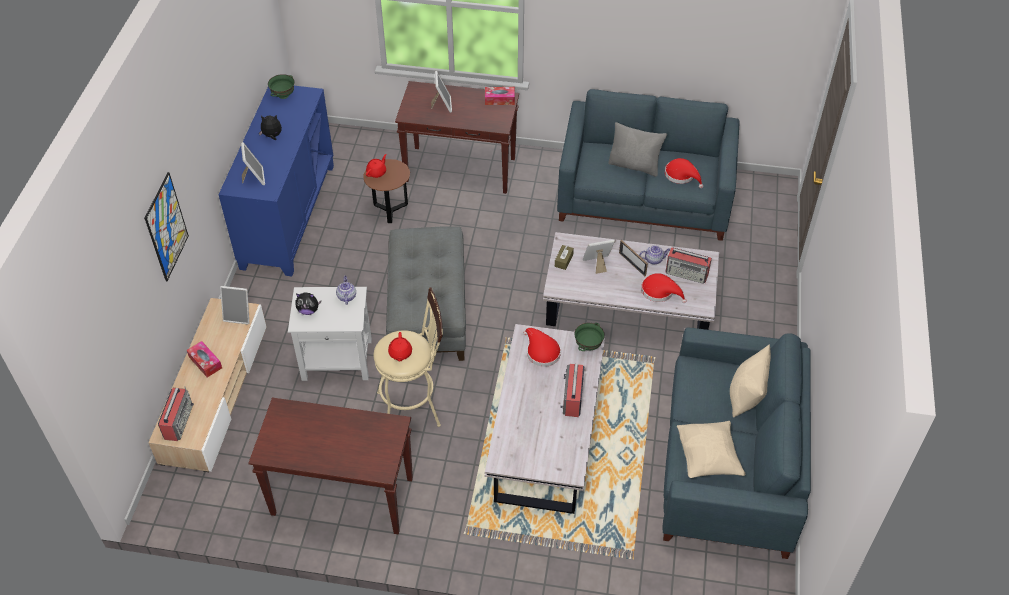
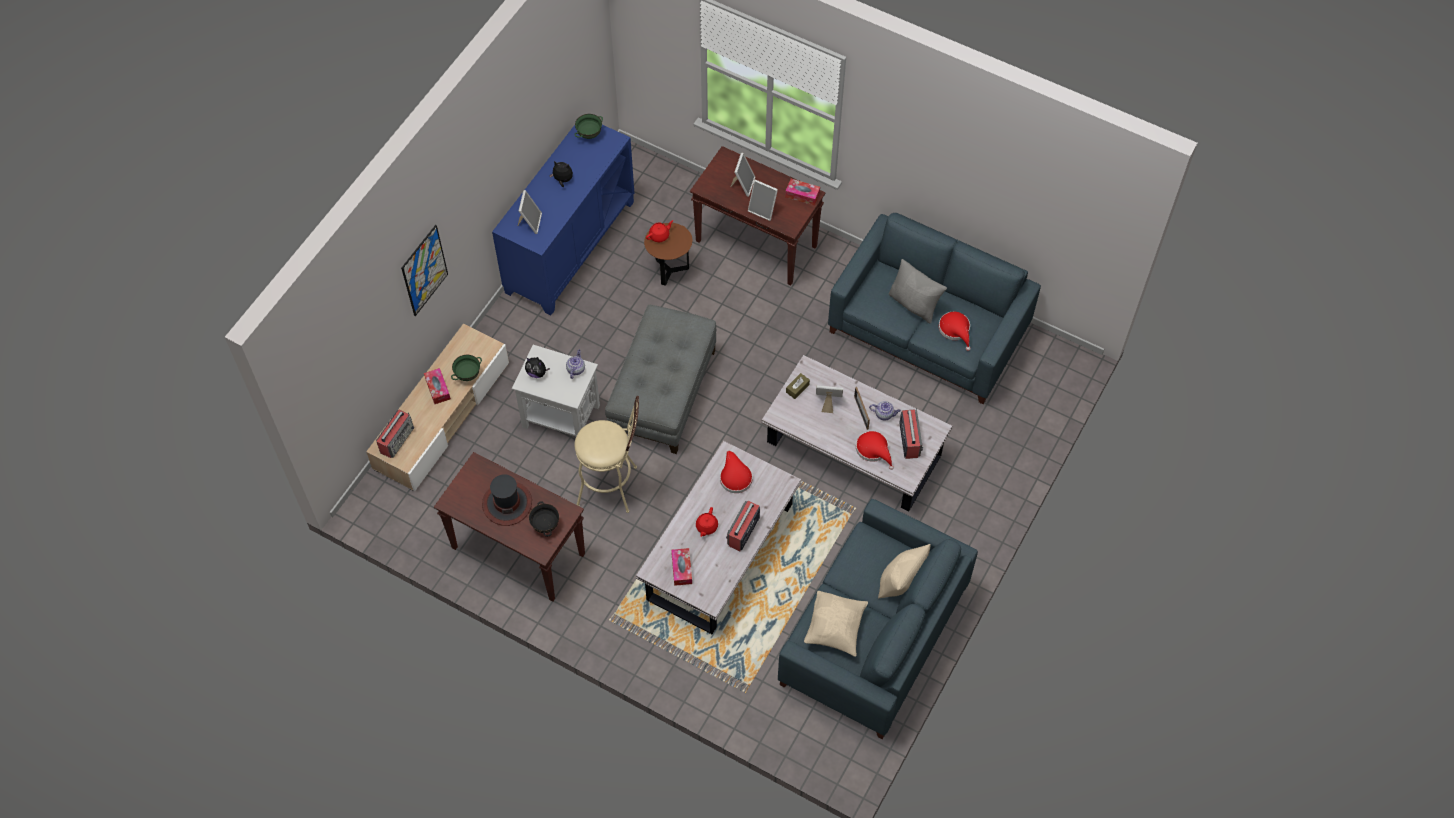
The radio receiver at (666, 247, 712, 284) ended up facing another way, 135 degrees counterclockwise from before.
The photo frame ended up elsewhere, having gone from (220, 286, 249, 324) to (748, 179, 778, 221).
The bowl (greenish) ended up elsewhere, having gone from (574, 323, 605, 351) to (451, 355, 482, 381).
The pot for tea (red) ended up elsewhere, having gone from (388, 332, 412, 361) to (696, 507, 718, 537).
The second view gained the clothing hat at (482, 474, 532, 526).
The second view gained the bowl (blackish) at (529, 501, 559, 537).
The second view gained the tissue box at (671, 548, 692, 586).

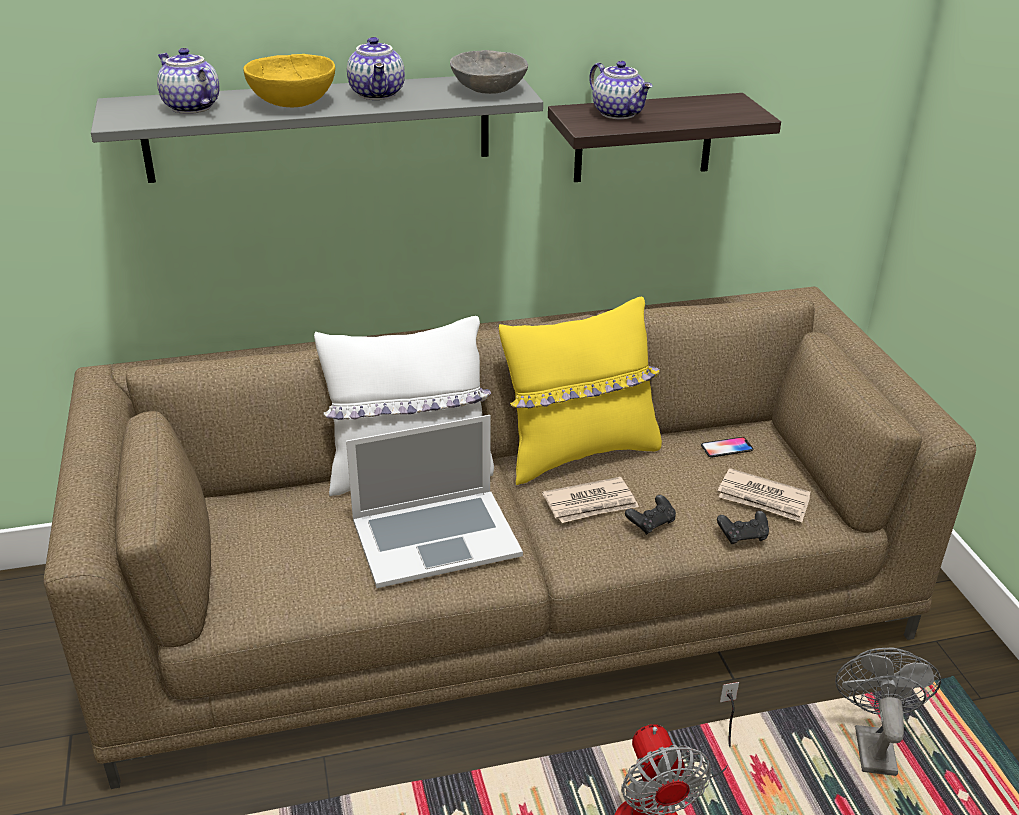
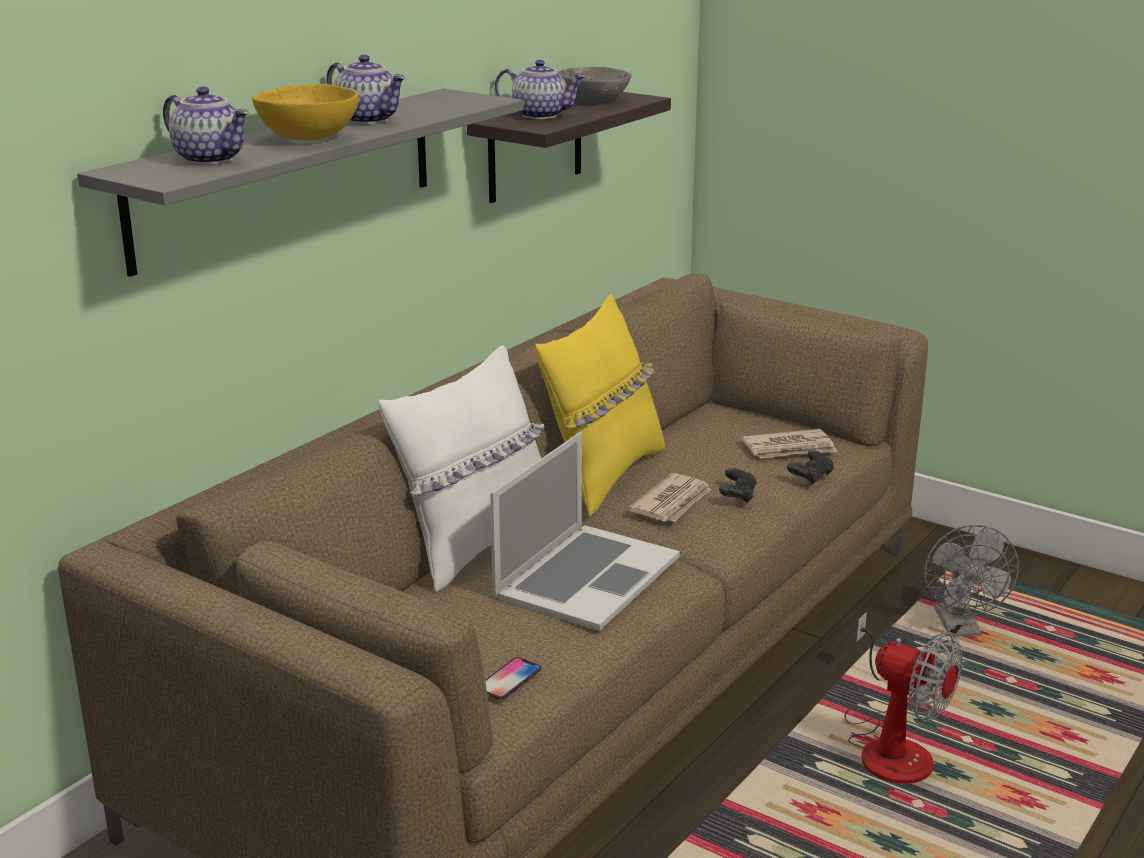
The pot for tea at (157, 48, 219, 114) ended up facing another way, 150 degrees counterclockwise from before.
The bowl (greyish) ended up elsewhere, having gone from (450, 50, 528, 94) to (558, 67, 632, 102).
The telephone ended up elsewhere, having gone from (701, 437, 753, 457) to (485, 657, 542, 700).
The fan (greyish) at (835, 647, 941, 776) ended up facing another way, 150 degrees counterclockwise from before.

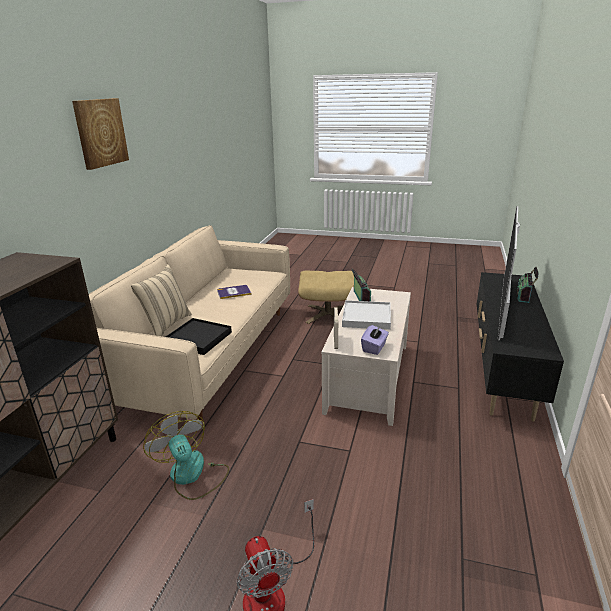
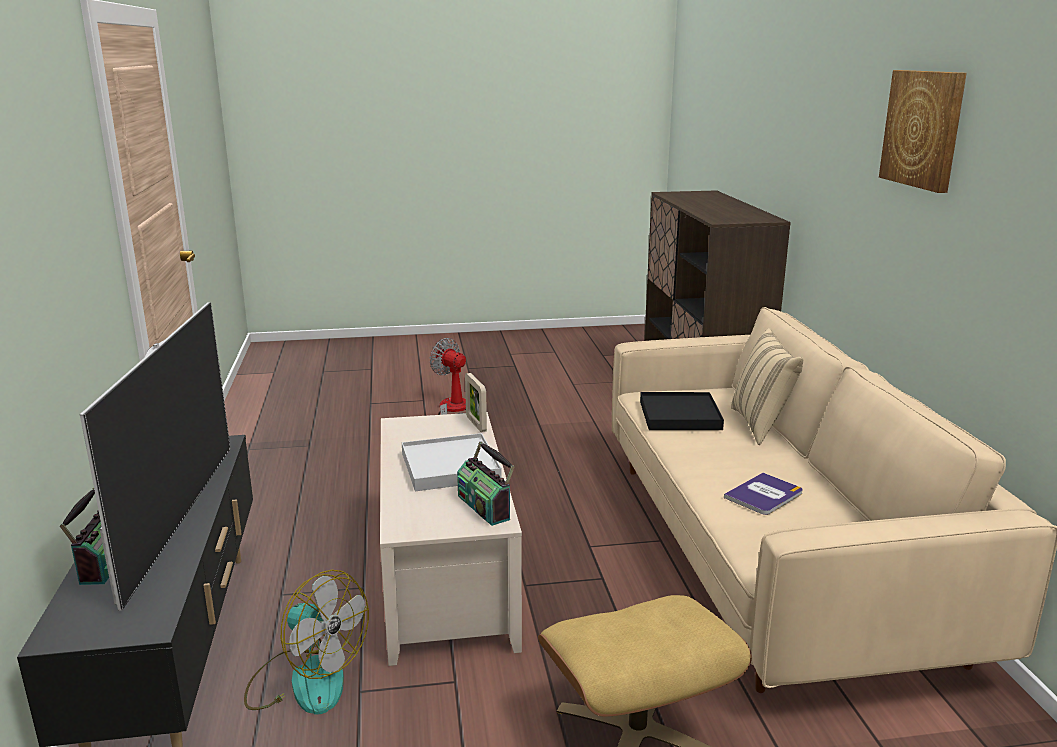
The second view lost the tissue box (purple) at (361, 324, 389, 355).
The fan ended up elsewhere, having gone from (143, 411, 229, 500) to (244, 570, 369, 714).

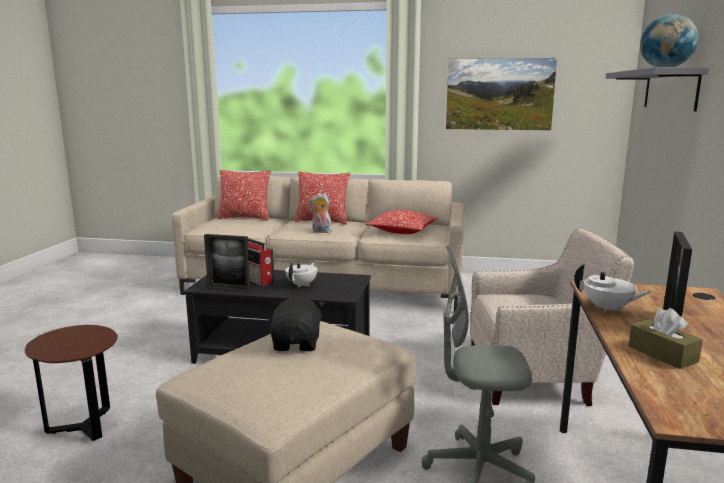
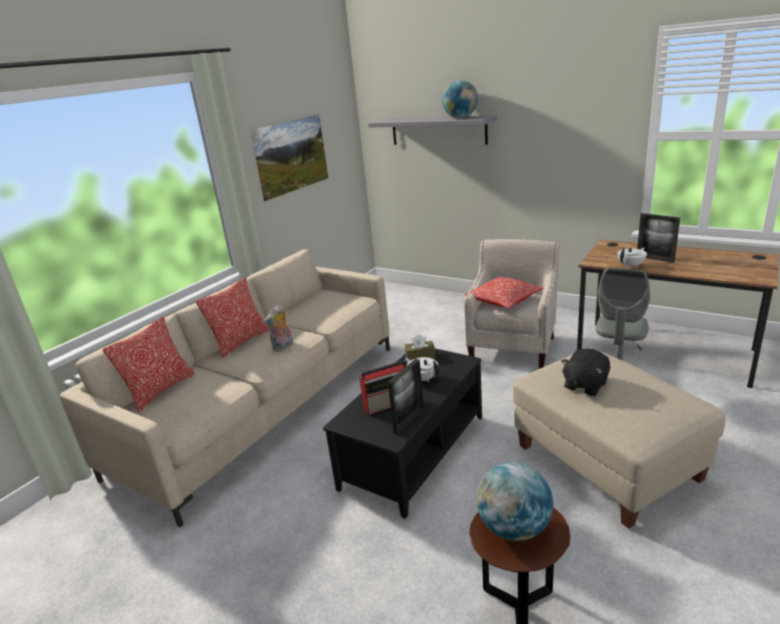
The cushion ended up elsewhere, having gone from (365, 210, 438, 234) to (465, 276, 543, 308).
The cuddly toy (blackish) at (269, 297, 324, 351) ended up facing another way, 75 degrees counterclockwise from before.
The tissue box (brownish) ended up elsewhere, having gone from (629, 308, 703, 369) to (405, 335, 435, 361).
The second view gained the world globe at (477, 462, 553, 541).

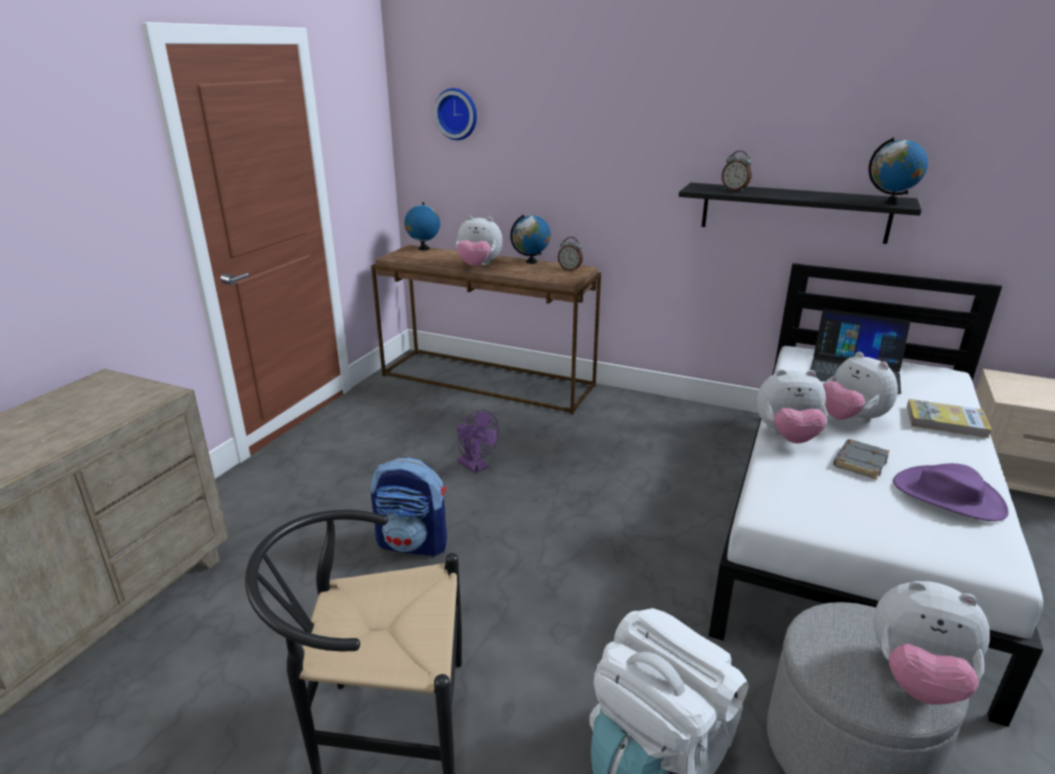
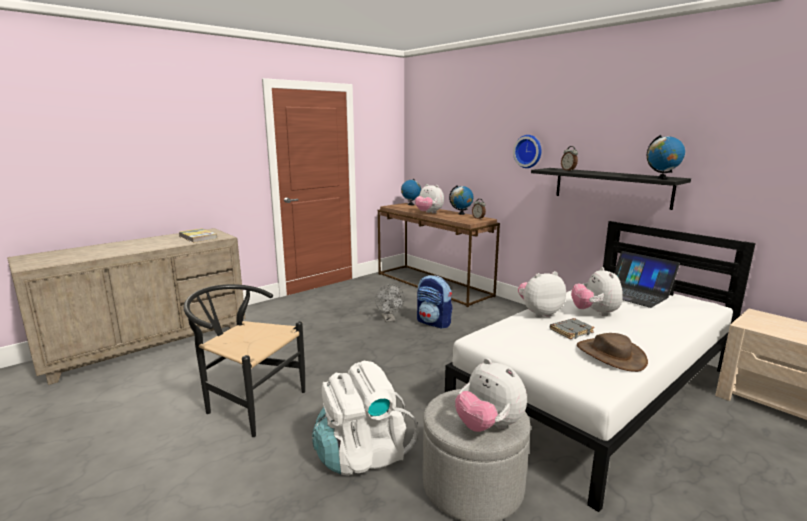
The clock on the wall ended up elsewhere, having gone from (434, 88, 477, 140) to (513, 135, 542, 168).
The cuddly toy at (756, 369, 828, 443) ended up facing another way, 135 degrees clockwise from before.
The volume ended up elsewhere, having gone from (907, 399, 992, 438) to (179, 228, 217, 243).
What was the fan (purple) at (456, 410, 499, 474) turned into the fan (greyish) at (375, 284, 405, 322).
The backpack ended up elsewhere, having gone from (371, 457, 447, 557) to (417, 275, 453, 328).
What was the clothing hat (purple) at (893, 463, 1009, 521) turned into the clothing hat (brownish) at (577, 333, 648, 372).

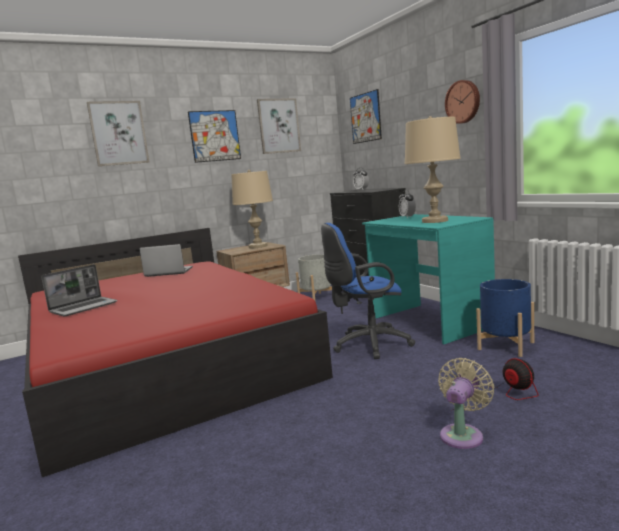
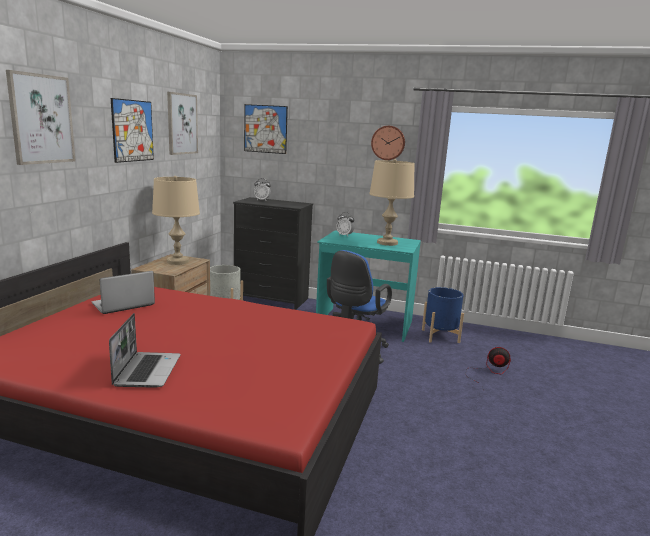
The second view lost the fan (beige-coloured) at (438, 358, 494, 449).

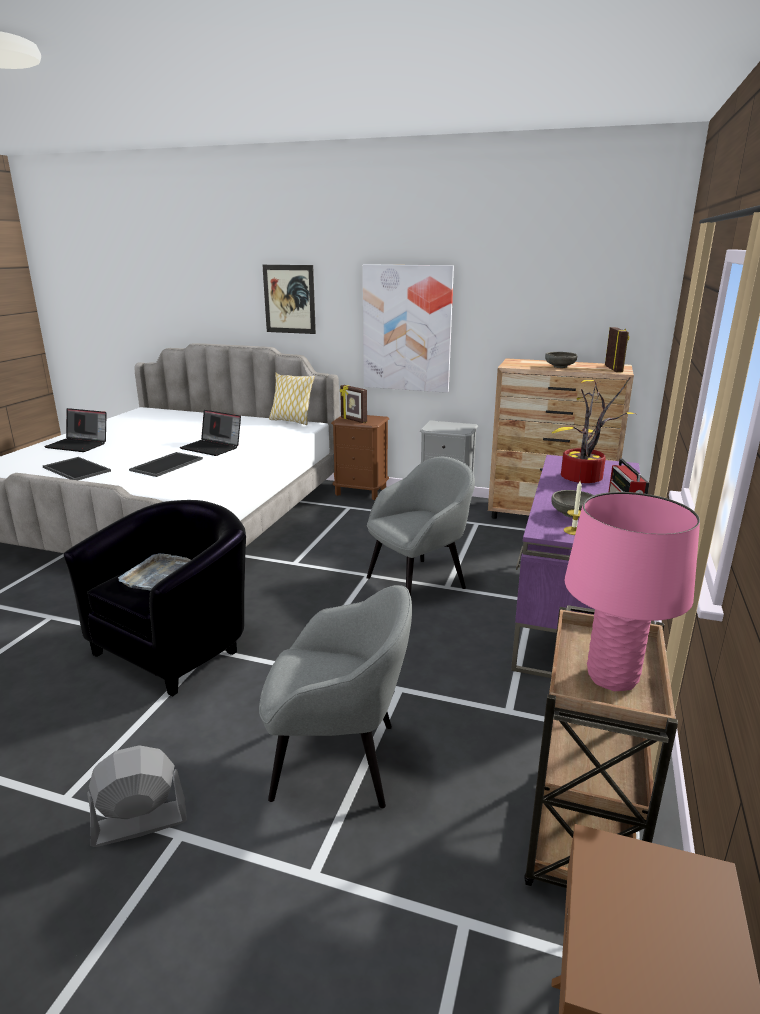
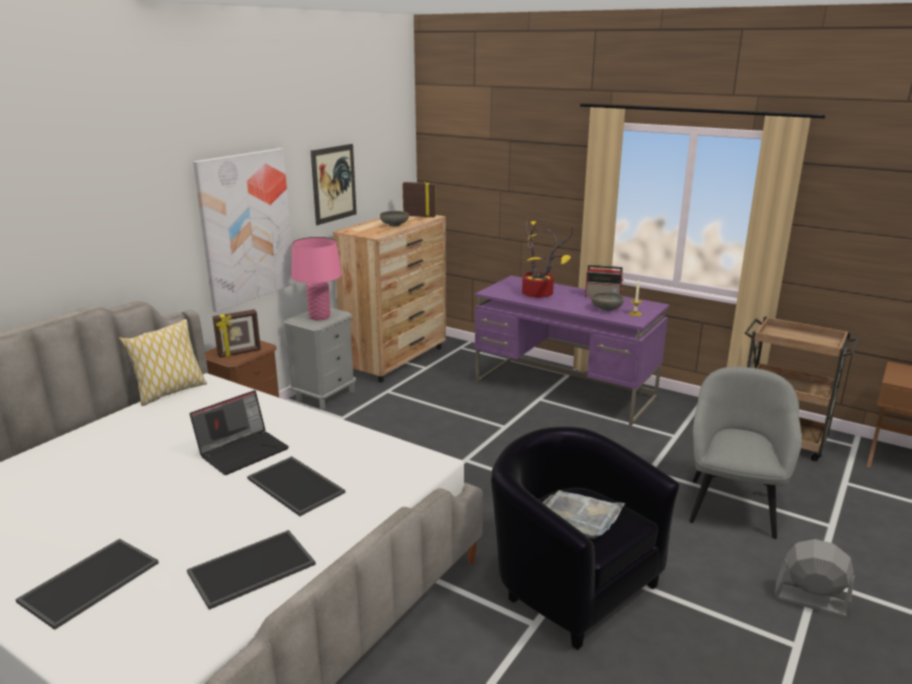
The wall art ended up elsewhere, having gone from (262, 265, 316, 334) to (311, 144, 357, 225).
Where the notebook computer stood at (44, 408, 107, 452), the serving tray came to stand at (15, 539, 159, 630).
The second view lost the easy chair (greyish) at (367, 456, 475, 596).
The lamp for a table (pink) ended up elsewhere, having gone from (564, 492, 700, 691) to (291, 237, 342, 320).
The fan (greyish) at (87, 745, 187, 847) ended up facing another way, 120 degrees clockwise from before.

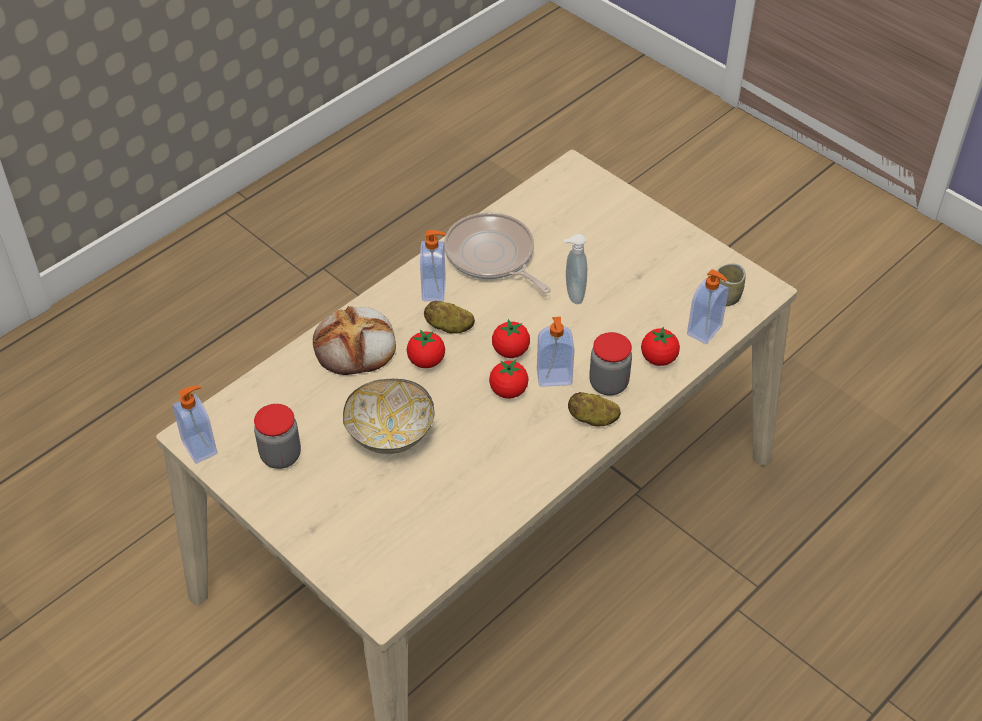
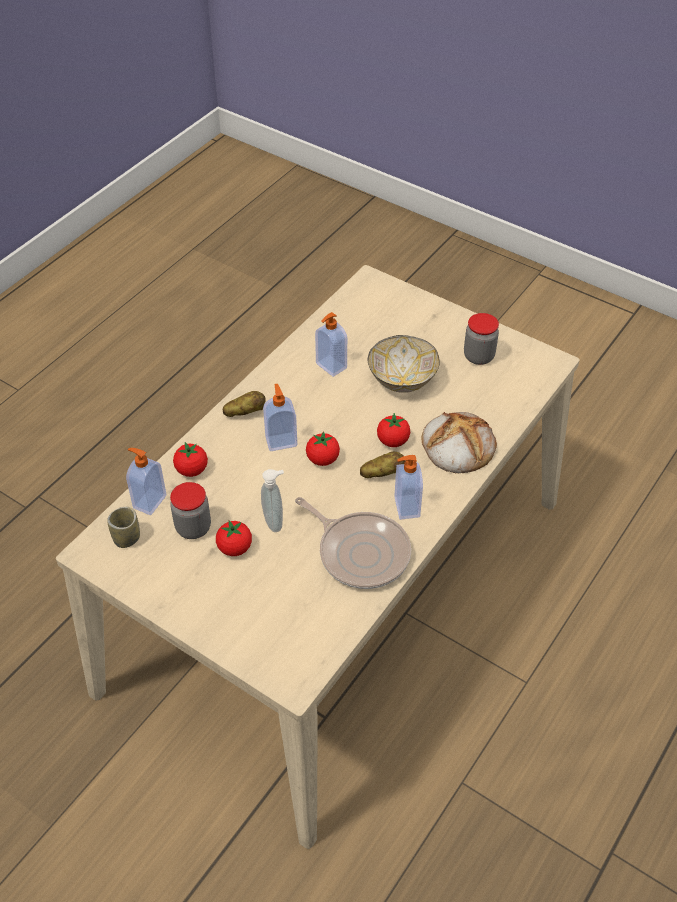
The jar ended up elsewhere, having gone from (589, 332, 632, 395) to (170, 482, 211, 539).
The whole tomato ended up elsewhere, having gone from (489, 360, 528, 399) to (216, 520, 252, 556).
The soap bottle ended up elsewhere, having gone from (172, 385, 217, 464) to (315, 312, 347, 377).

